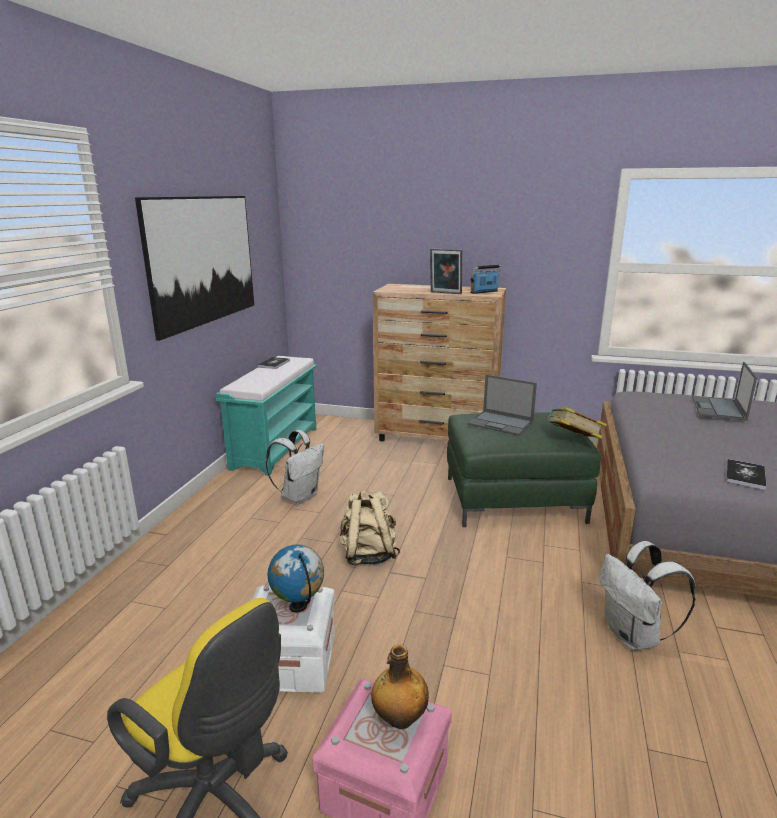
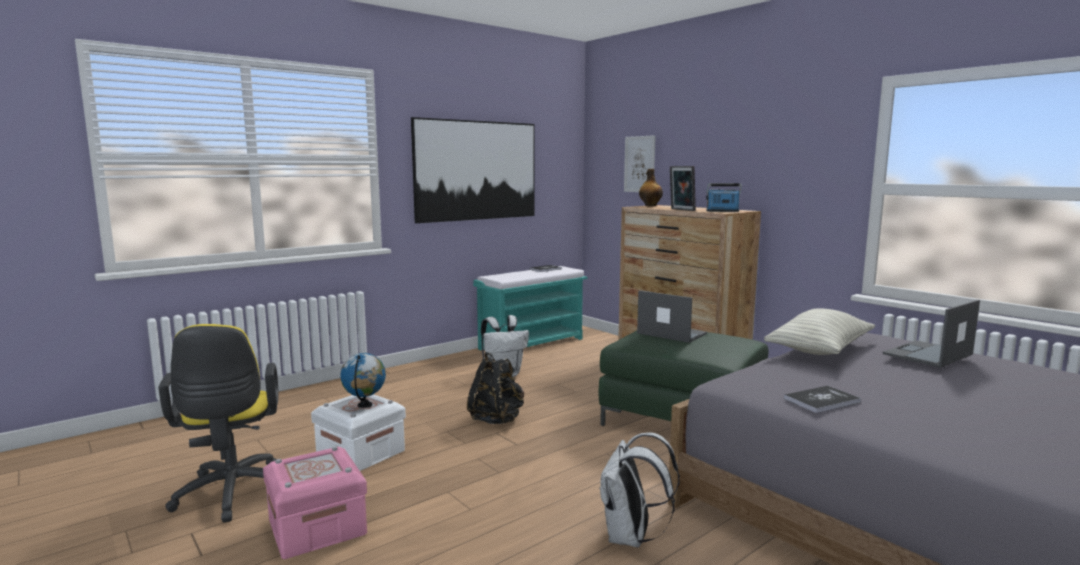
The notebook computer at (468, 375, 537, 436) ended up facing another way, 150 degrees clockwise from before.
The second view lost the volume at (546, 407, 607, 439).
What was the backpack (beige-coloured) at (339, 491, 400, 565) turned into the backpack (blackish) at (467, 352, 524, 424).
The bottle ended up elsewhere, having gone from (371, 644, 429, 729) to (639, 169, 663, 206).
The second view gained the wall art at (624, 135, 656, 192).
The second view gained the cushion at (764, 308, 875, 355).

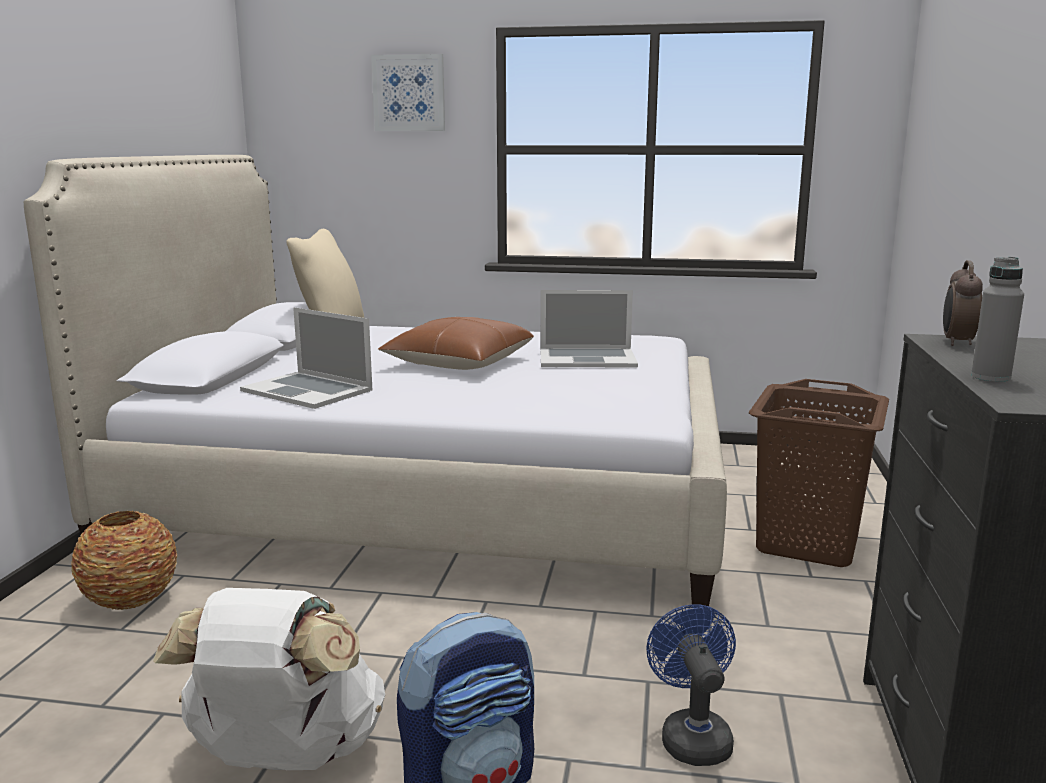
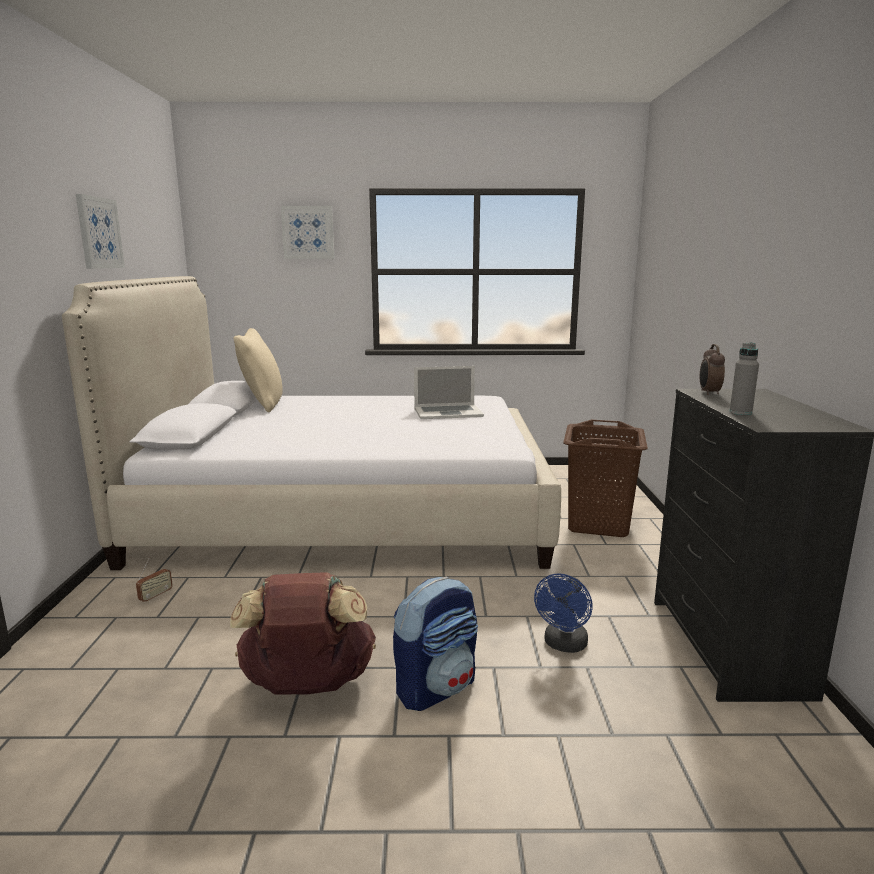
The second view lost the notebook computer at (240, 307, 372, 409).
The second view lost the cushion (brownish) at (378, 317, 534, 370).
Where the flower vase stood at (71, 511, 177, 610), the radio receiver came to stand at (136, 558, 173, 602).
What was the backpack (white-coloured) at (153, 588, 385, 770) turned into the backpack (brownish) at (230, 572, 376, 695).
The fan (blue) at (646, 604, 736, 766) ended up facing another way, 135 degrees counterclockwise from before.
The second view gained the wall art at (76, 194, 125, 269).

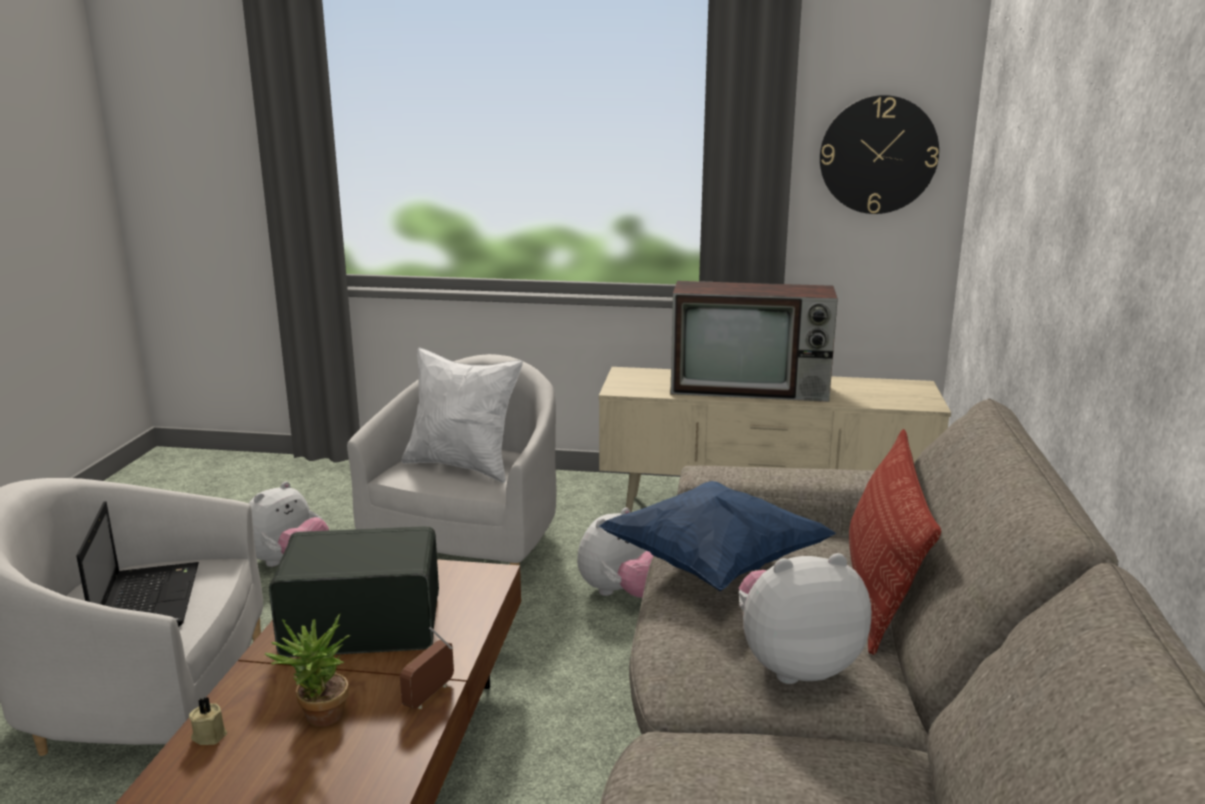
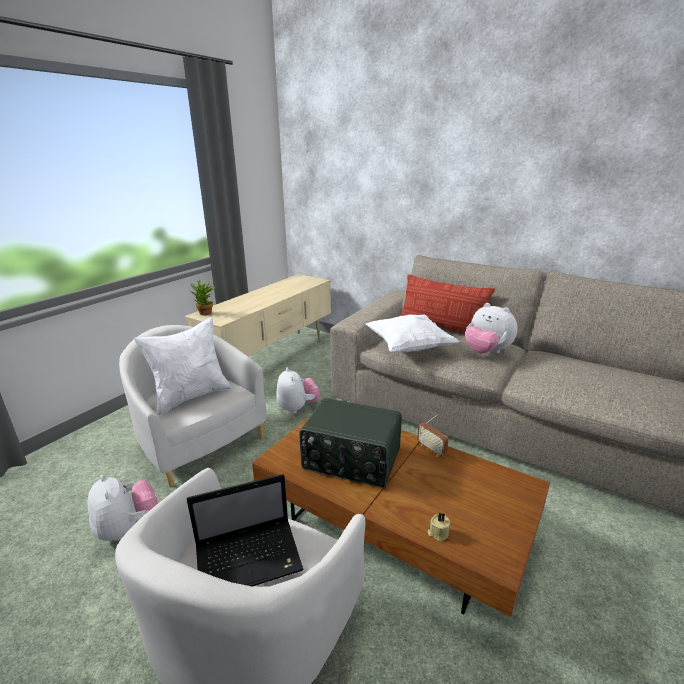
The second view lost the clock on the wall at (820, 95, 939, 214).
The second view lost the television at (670, 281, 838, 402).
What was the cushion (blue) at (599, 481, 836, 591) turned into the cushion (white-coloured) at (366, 314, 460, 353).
The notebook computer at (76, 501, 199, 627) ended up facing another way, 150 degrees clockwise from before.
The radio receiver at (269, 526, 439, 657) ended up facing another way, 90 degrees counterclockwise from before.
The cuddly toy at (739, 553, 871, 684) ended up facing another way, 60 degrees counterclockwise from before.
The potted plant ended up elsewhere, having gone from (264, 614, 351, 727) to (190, 279, 215, 315).

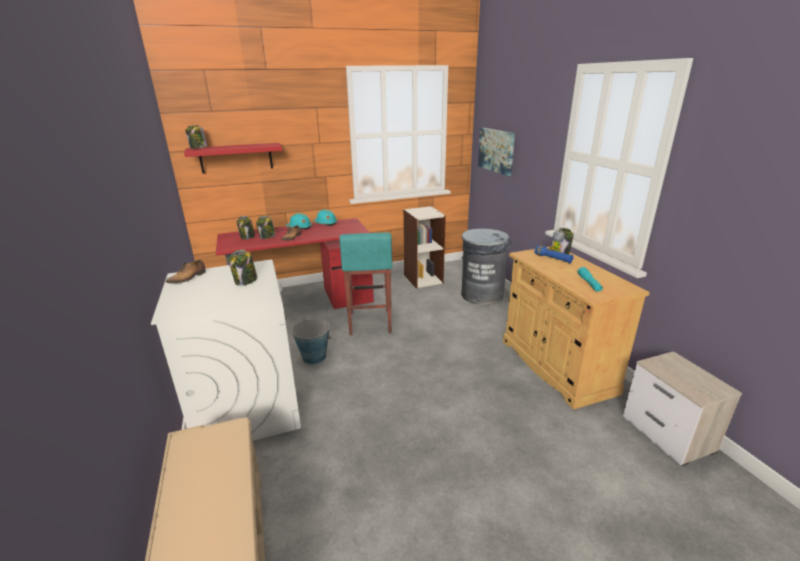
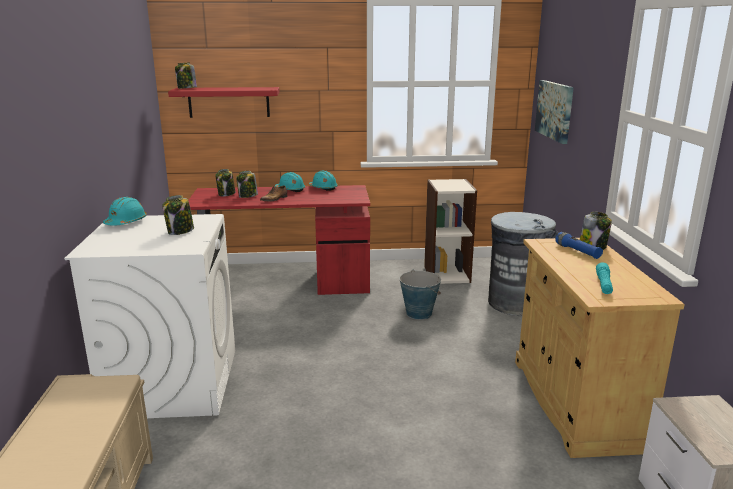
The second view lost the stool (turquoise-coloured) at (340, 233, 392, 335).
Where the item of footwear stood at (166, 259, 206, 284), the hard hat (turquoise-coloured) came to stand at (103, 197, 147, 225).
The water bucket ended up elsewhere, having gone from (292, 319, 331, 365) to (399, 270, 441, 320).

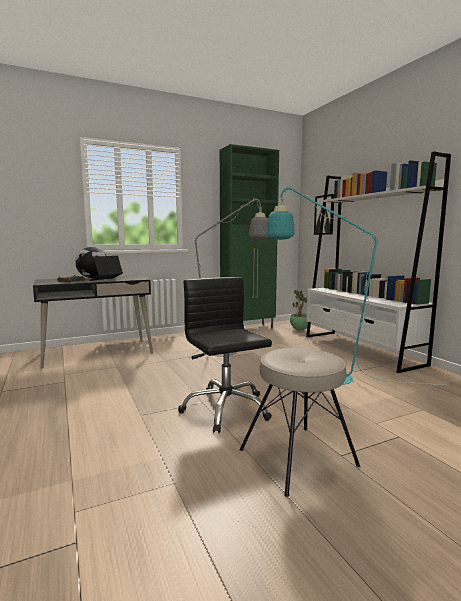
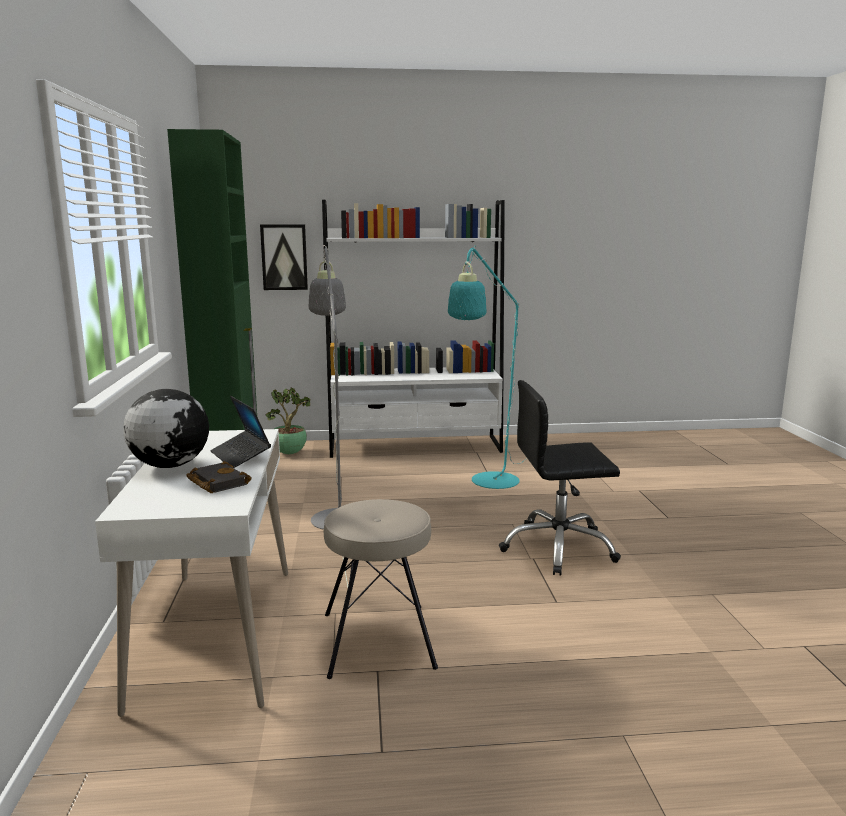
What was the desk (blackish) at (33, 275, 153, 368) turned into the desk (white-coloured) at (95, 429, 288, 717).
The stool (beige-coloured) ended up elsewhere, having gone from (240, 348, 360, 497) to (324, 499, 438, 679).

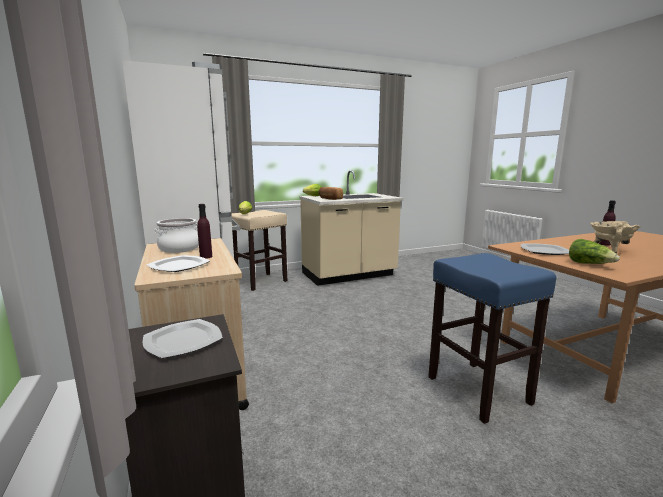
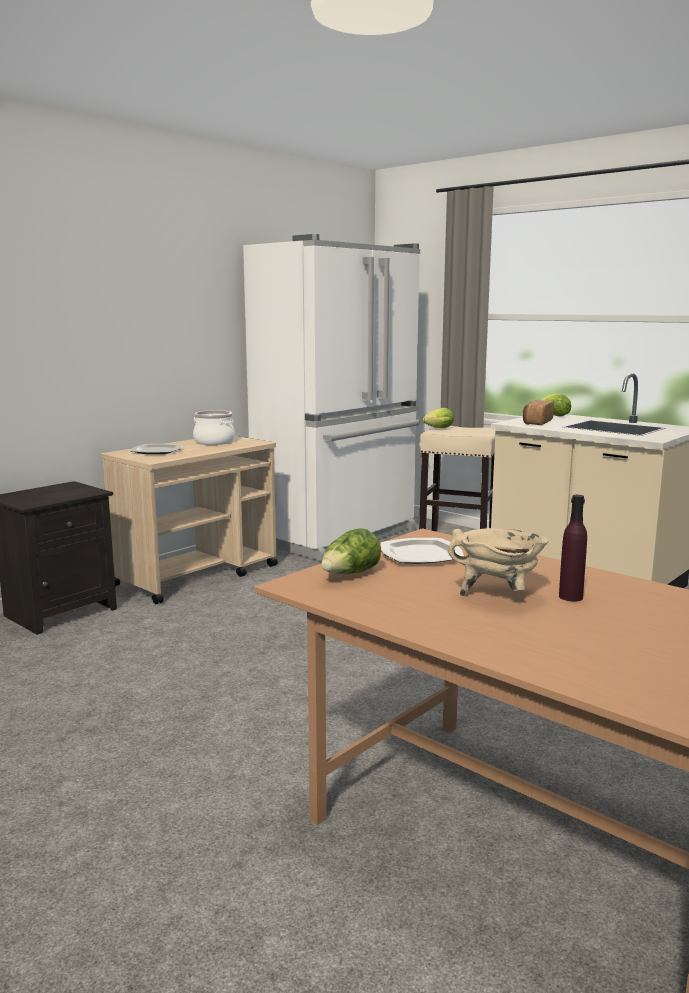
The second view lost the bottle (purple) at (197, 204, 212, 259).
The second view lost the stool (blue) at (428, 253, 556, 424).
The second view lost the dinner plate at (143, 319, 223, 359).

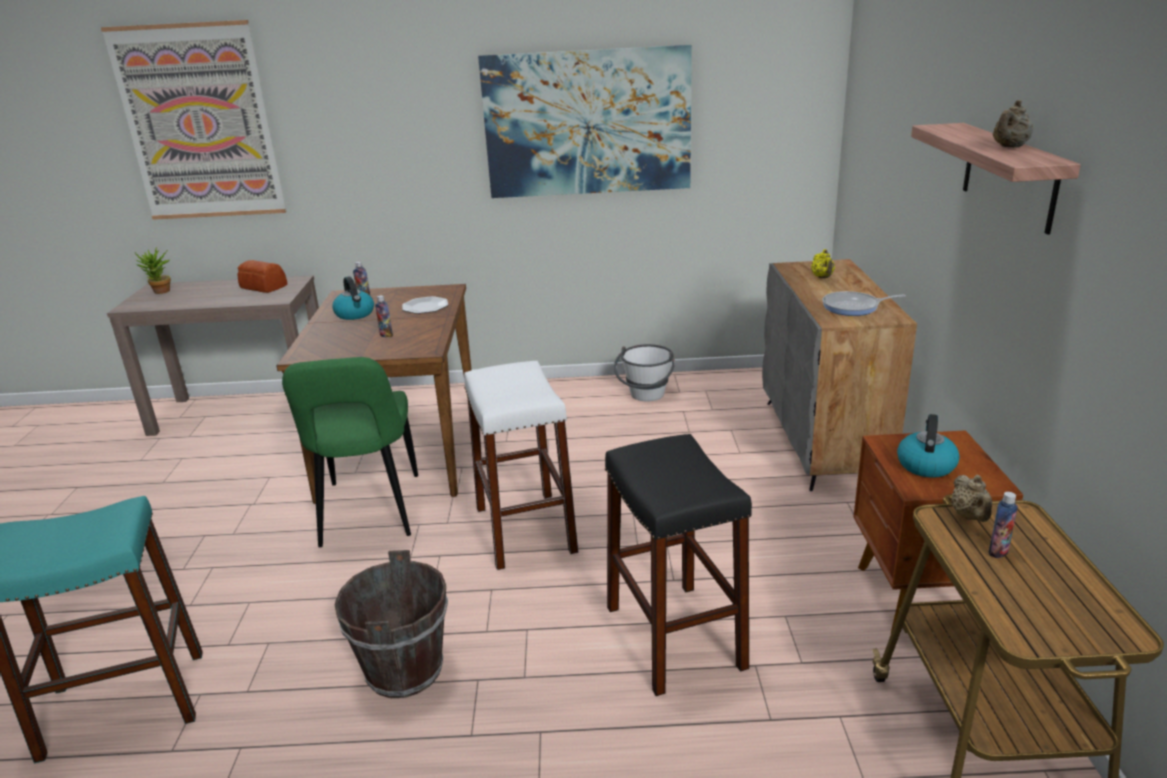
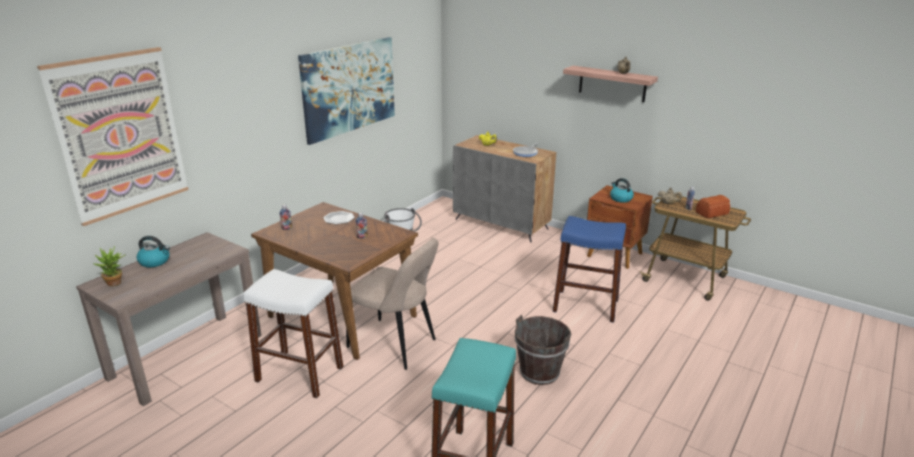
The bakery bread ended up elsewhere, having gone from (237, 260, 288, 293) to (696, 195, 730, 218).
The tea kettle ended up elsewhere, having gone from (332, 276, 374, 320) to (137, 236, 170, 267).
What was the plain chair (greenish) at (282, 357, 418, 547) turned into the plain chair (beige-coloured) at (346, 238, 439, 370).
The stool (white-coloured) ended up elsewhere, having gone from (464, 361, 578, 570) to (243, 269, 343, 398).
What was the stool (blackish) at (605, 434, 752, 696) turned into the stool (blue) at (553, 216, 626, 323).

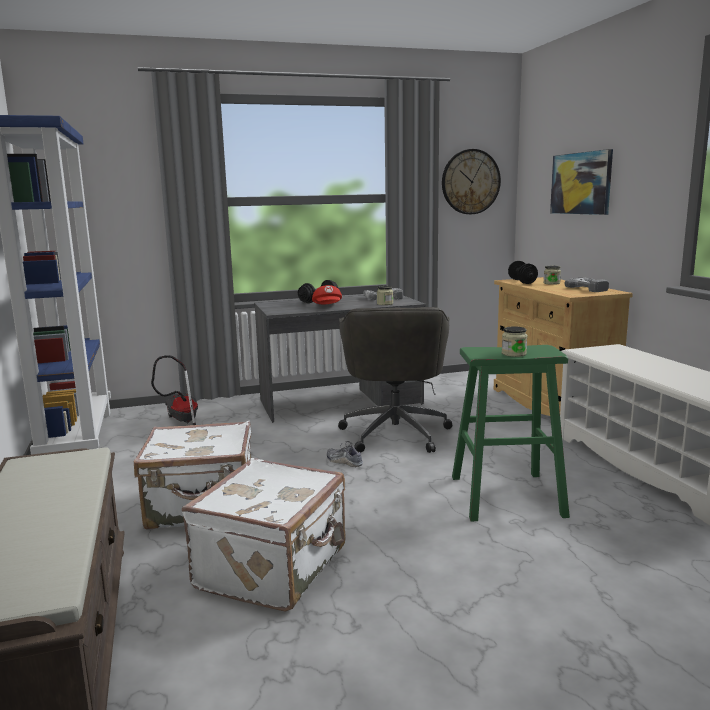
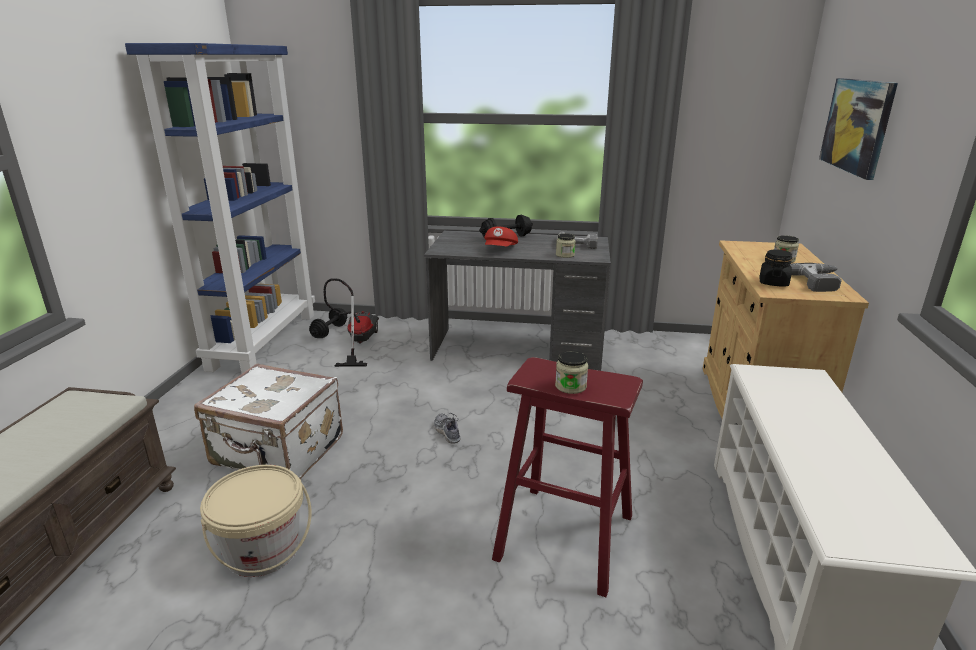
The second view lost the clock on the wall at (442, 149, 501, 214).
The dumbbell (blackish) ended up elsewhere, having gone from (508, 261, 538, 284) to (309, 308, 347, 338).
The second view lost the office chair (greyish) at (338, 307, 452, 453).
What was the stool (greenish) at (452, 345, 570, 521) turned into the stool (red) at (492, 357, 643, 597).
Where the travel case (white-coloured) stood at (182, 458, 345, 612), the water bucket (beige-coloured) came to stand at (200, 465, 312, 577).
The second view gained the jar (blackish) at (760, 250, 793, 287).

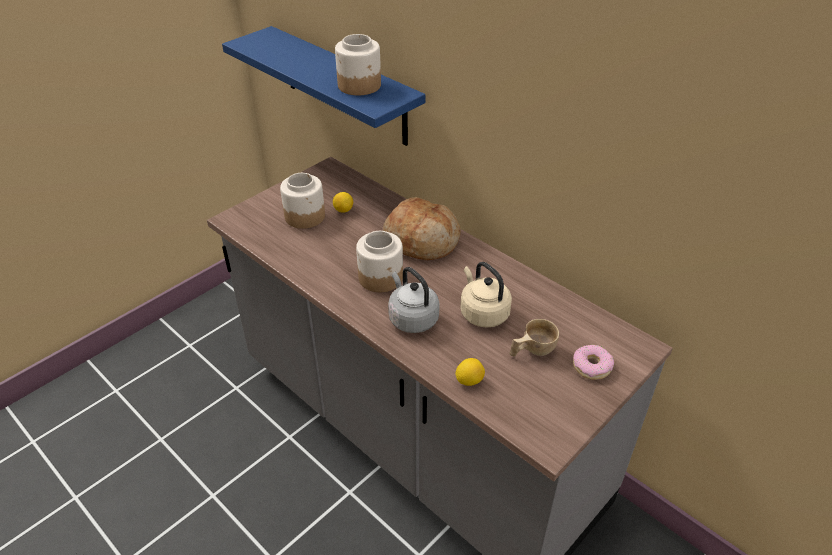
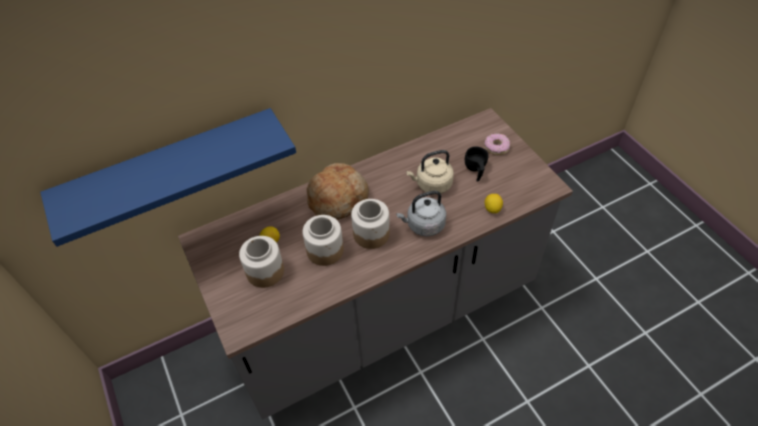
The jar ended up elsewhere, having gone from (335, 34, 381, 95) to (302, 215, 344, 266).
What was the small cup (beige-coloured) at (509, 319, 559, 357) turned into the small cup (blackish) at (465, 146, 489, 182).

